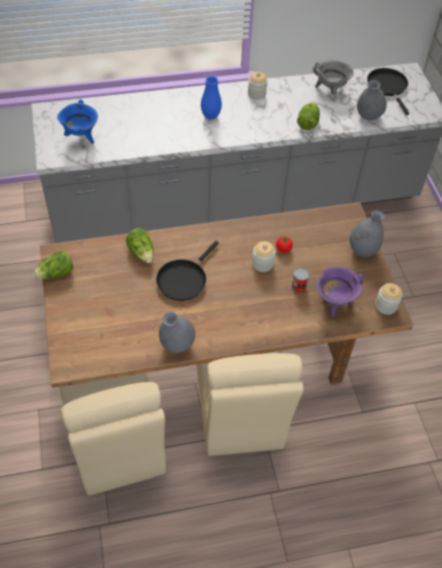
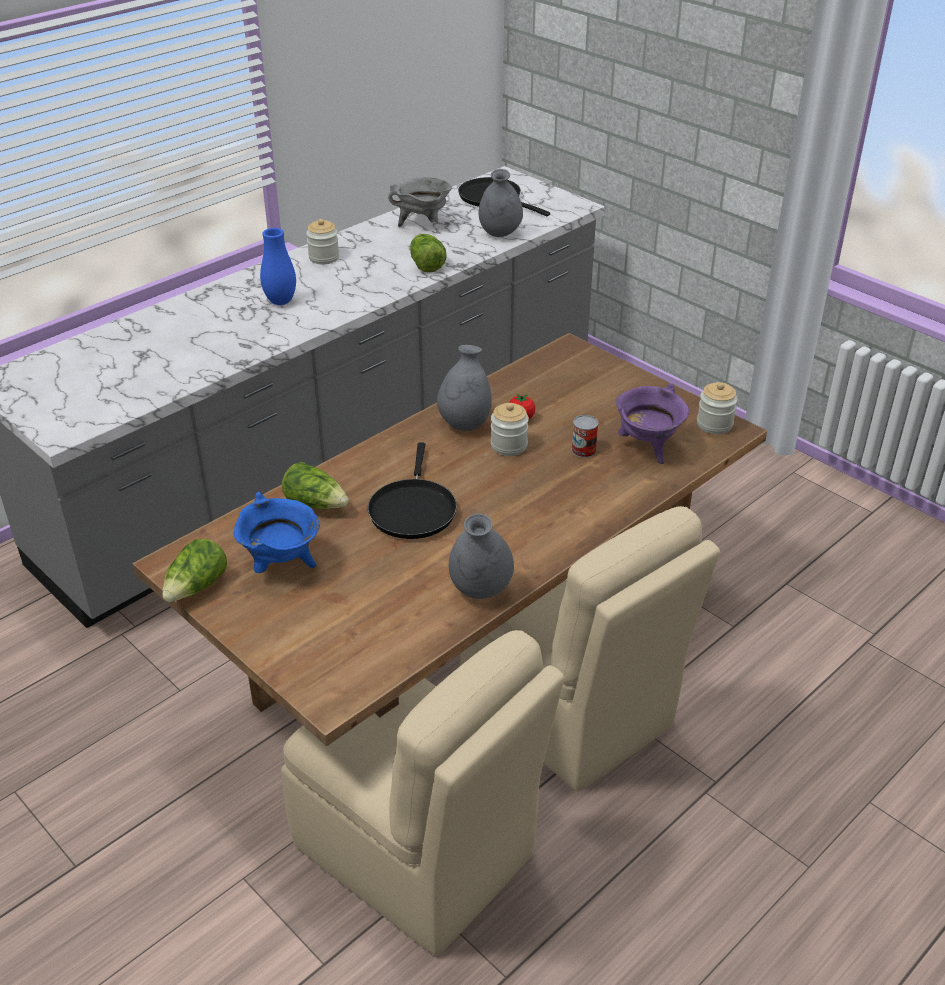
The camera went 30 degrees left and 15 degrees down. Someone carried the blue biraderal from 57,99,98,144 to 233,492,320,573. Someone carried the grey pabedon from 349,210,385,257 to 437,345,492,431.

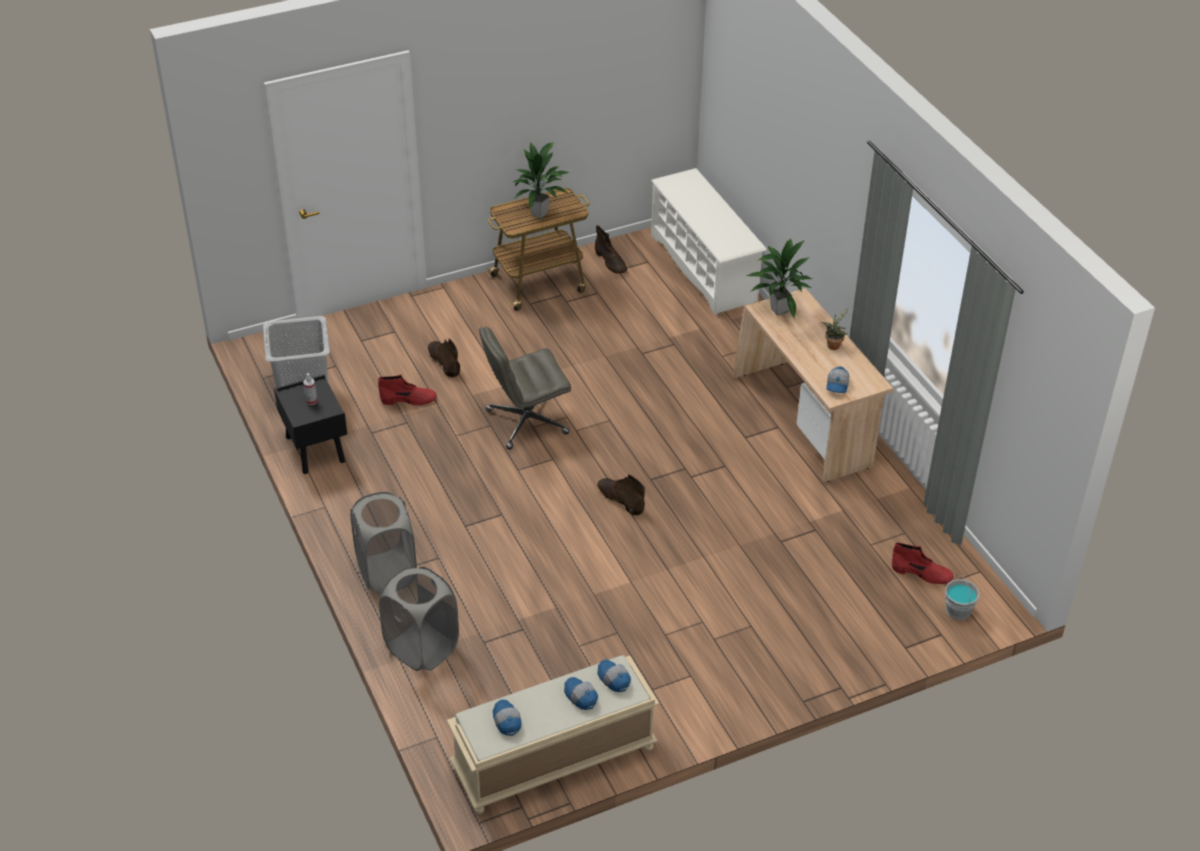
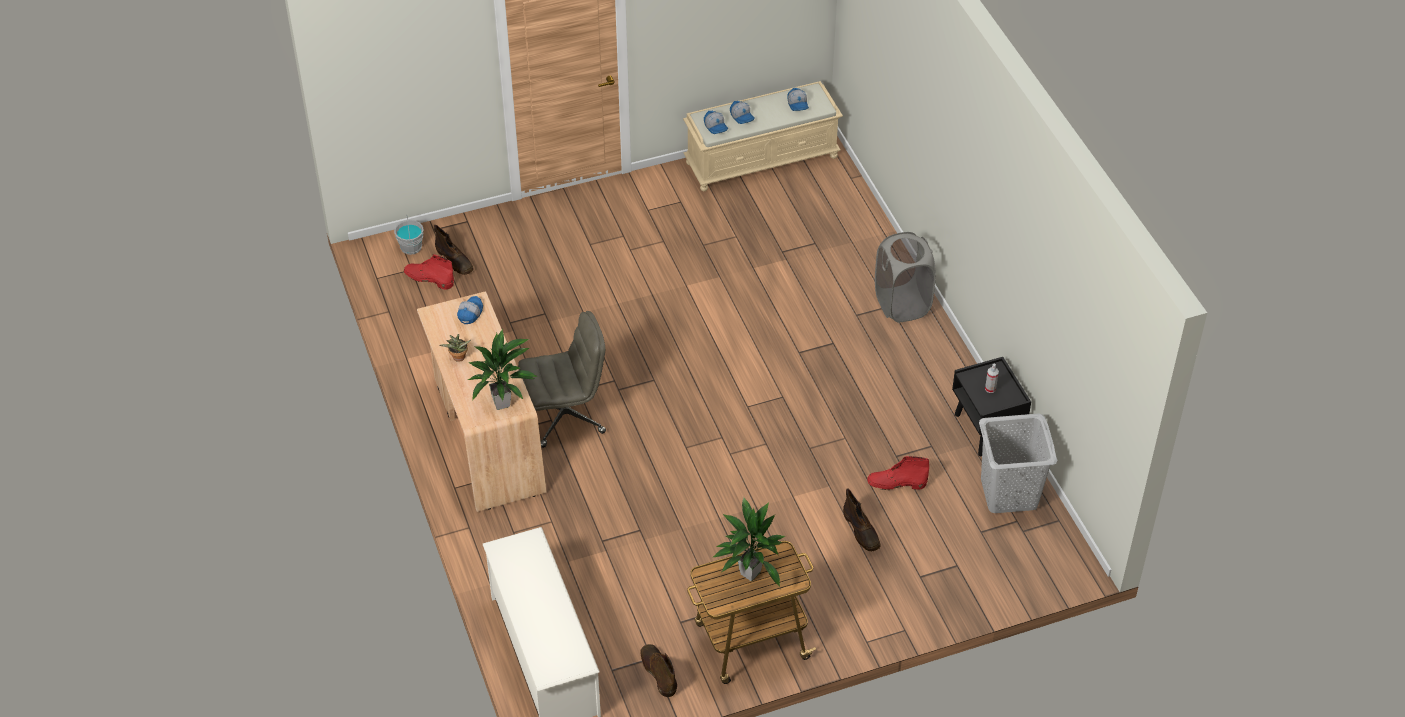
The camera went 175 degrees left and 5 degrees up. Someone took away the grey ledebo at 379,567,459,671. Someone carried the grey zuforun from 479,326,571,450 to 518,311,606,448. Someone carried the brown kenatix from 597,474,645,516 to 434,225,474,275.

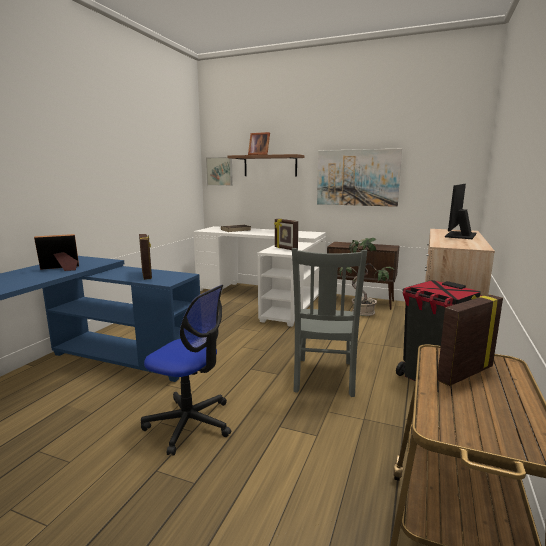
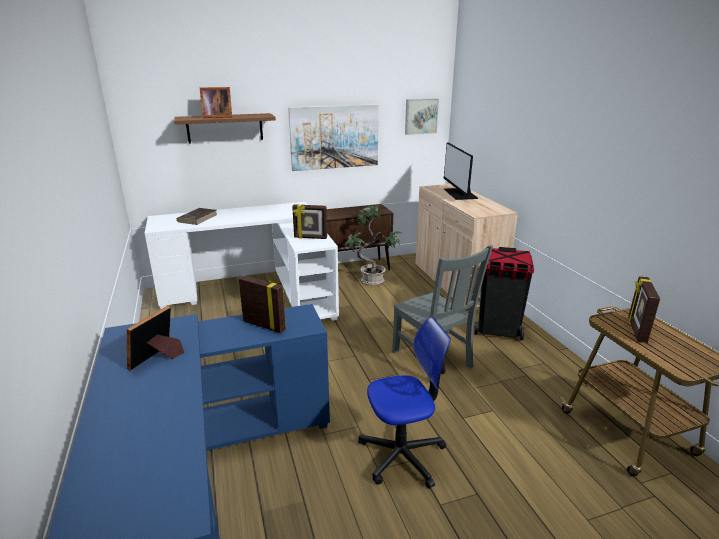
The camera went 40 degrees left and 10 degrees up. Someone carried the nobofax from 206,157,233,186 to 405,98,439,135.

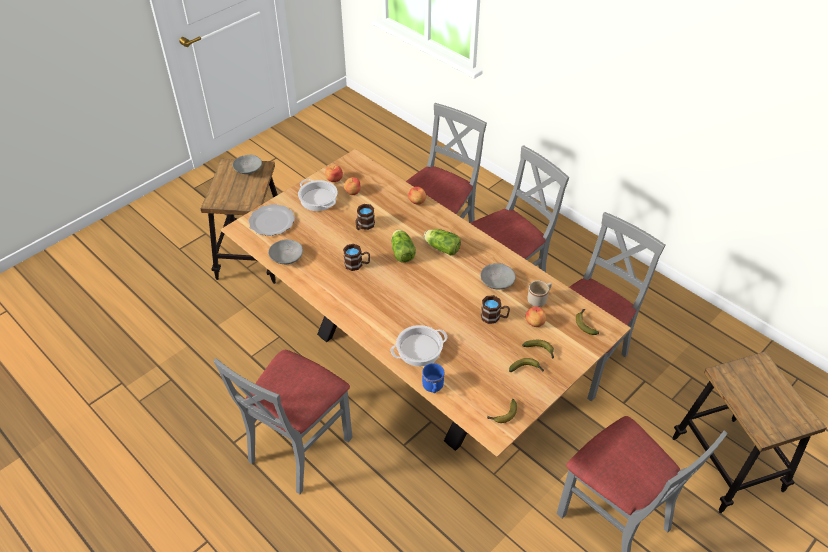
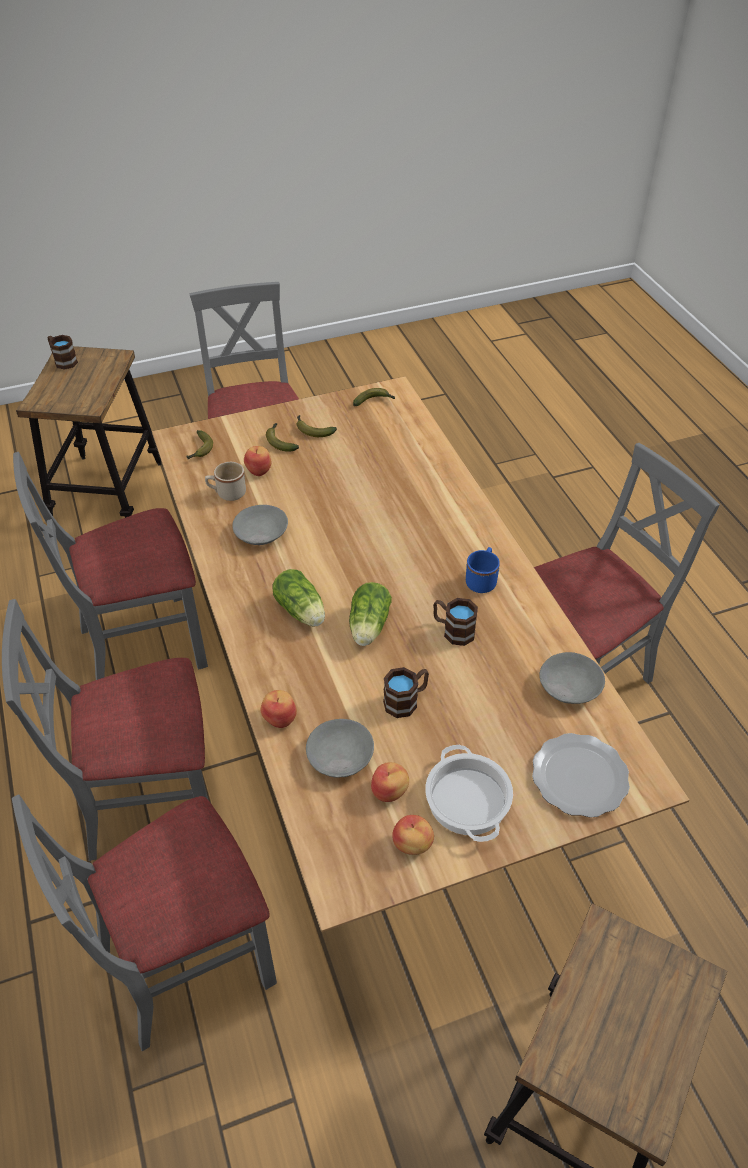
The camera went 155 degrees left and 0 degrees up. Someone carried the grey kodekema from 233,155,262,174 to 306,719,374,778. Someone took away the biraderal at 391,325,447,367. Someone carried the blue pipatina from 422,363,444,393 to 466,547,500,593. Someone carried the brown pipatina from 481,295,510,324 to 48,335,78,370.

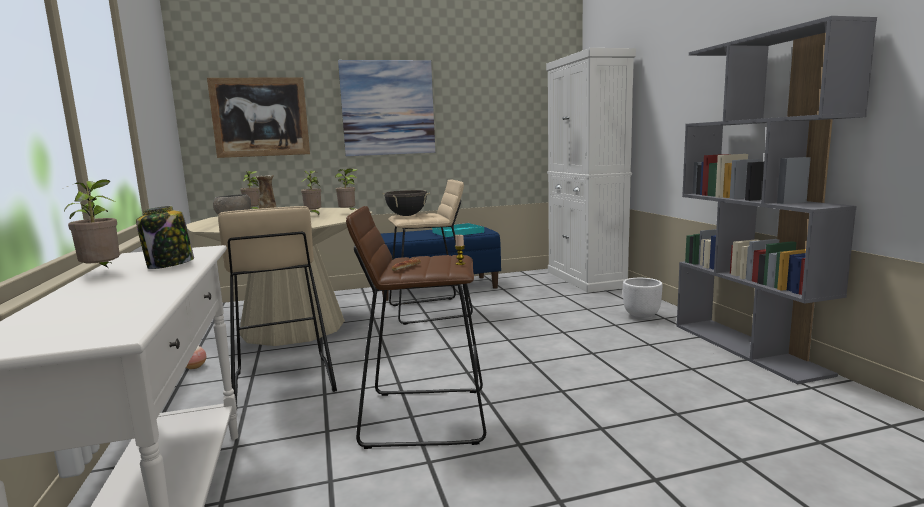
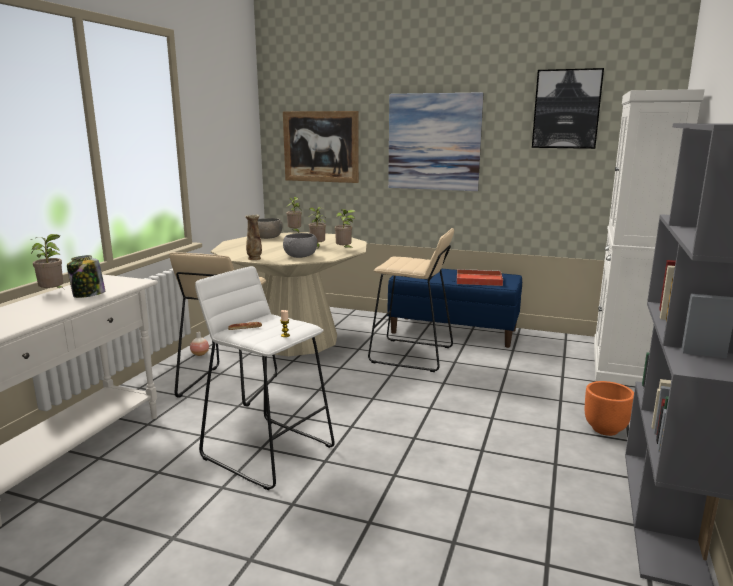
The camera went 35 degrees right and 5 degrees up. Someone repainted the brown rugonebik at 346,206,486,449, which became the white rugonebik at 195,266,335,490. Someone took away the black biraderal at 382,190,430,216. Someone repainted the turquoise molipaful at 432,223,484,237, which became the red molipaful at 457,269,503,286. Someone repainted the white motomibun at 623,278,663,320, which became the orange motomibun at 585,381,634,436. Someone put down the grey kodekema at 283,233,317,258. Someone put up the nobofax at 532,68,604,149.

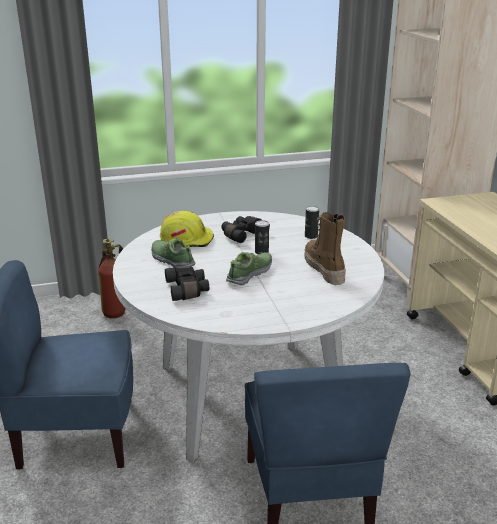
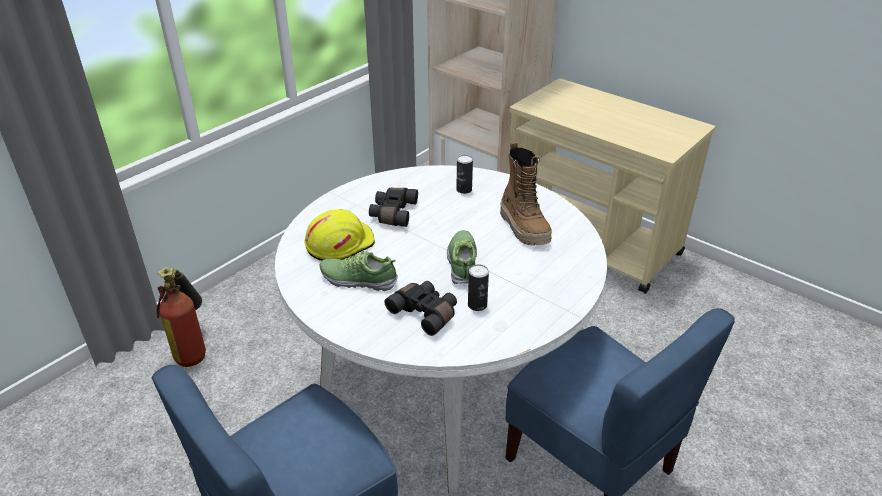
The camera went 35 degrees left and 10 degrees up. Someone carried the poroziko from 255,220,269,255 to 468,264,489,311. Someone rotated the kenatix at 305,212,346,285 by 150 degrees counterclockwise.

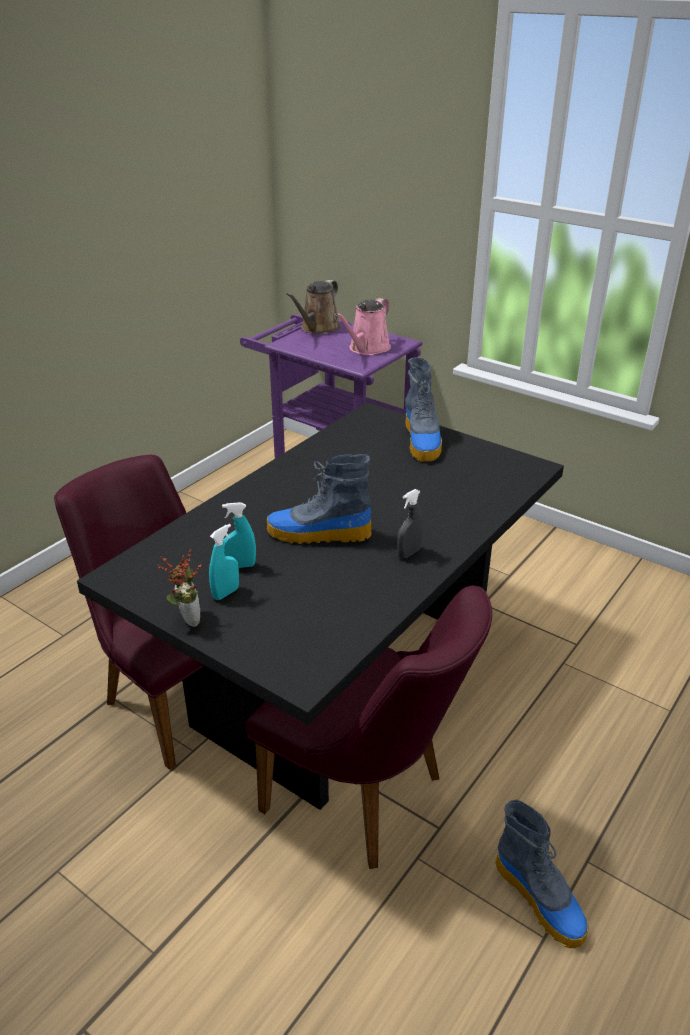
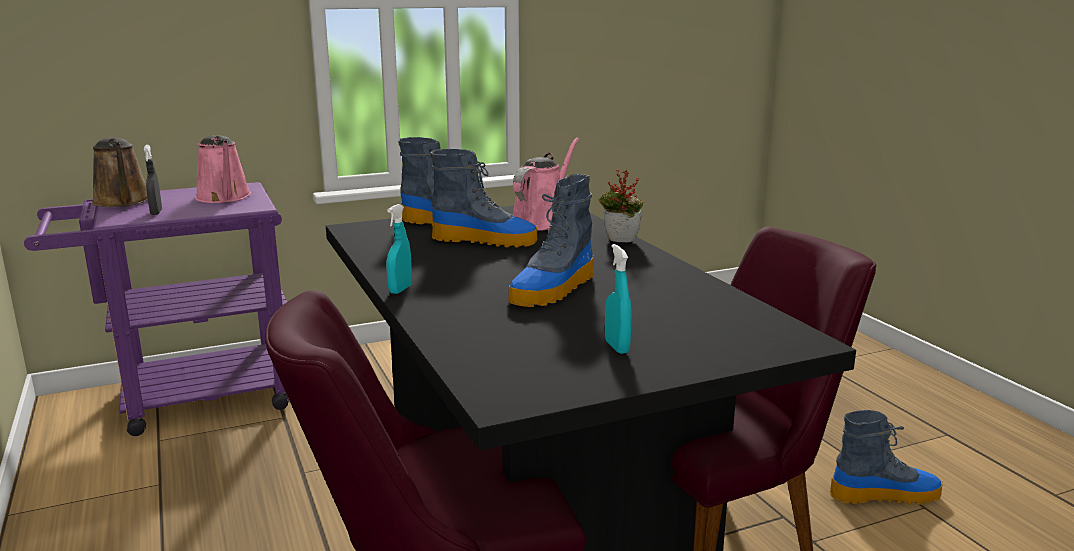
The camera went 60 degrees left and 15 degrees down. Someone carried the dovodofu from 157,549,202,627 to 598,169,644,243. Someone carried the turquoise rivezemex from 222,502,256,568 to 386,204,412,294. Someone carried the grey rivezemex from 397,489,423,558 to 143,145,162,215. Someone put down the kenatix at 431,149,537,247. Someone put down the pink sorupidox at 513,138,579,231.

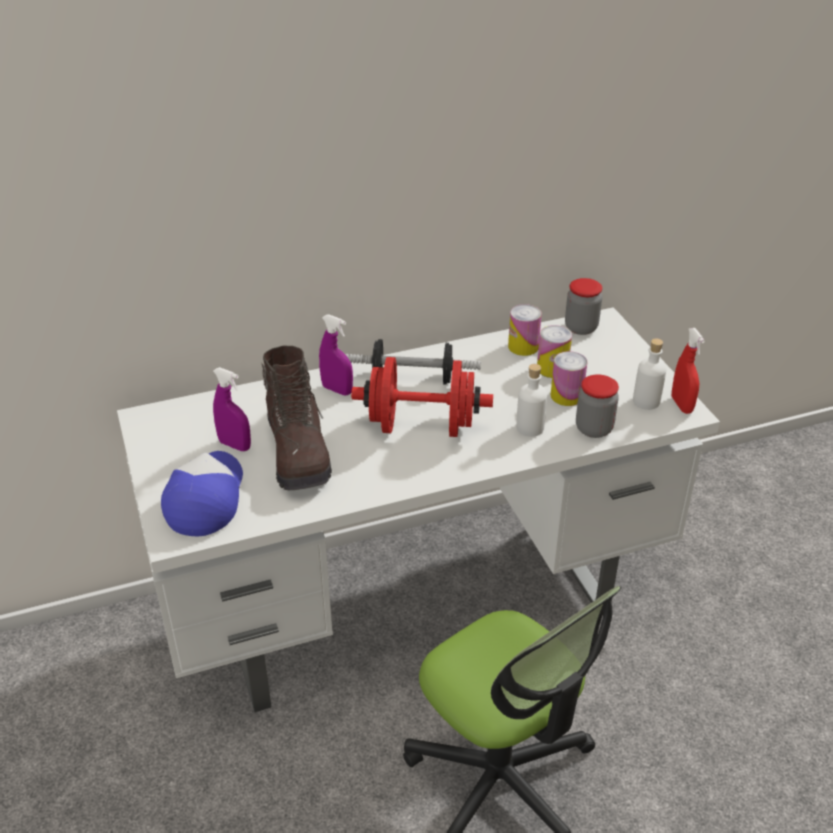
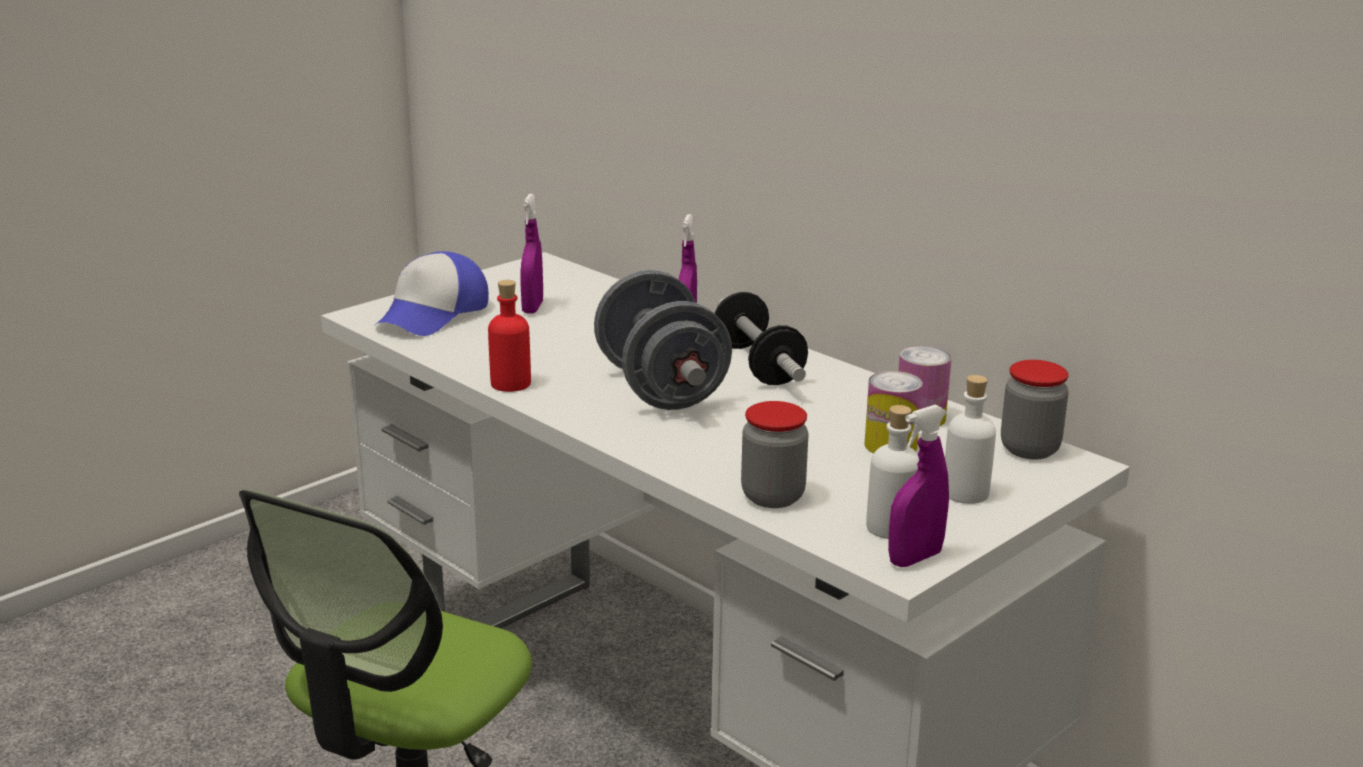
The camera went 65 degrees right and 15 degrees down. Someone rotated the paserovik at 161,451,243,536 by 135 degrees clockwise. Someone took away the brown kenatix at 262,346,332,490. Someone repainted the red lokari at 351,357,493,437, which became the grey lokari at 594,270,732,410. Someone carried the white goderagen from 516,364,547,437 to 945,375,996,504. Someone took away the poroziko at 551,351,587,406. Someone repainted the red rivezemex at 672,328,705,414, which became the purple rivezemex at 888,405,949,567. Someone put down the red goderagen at 488,280,531,392.

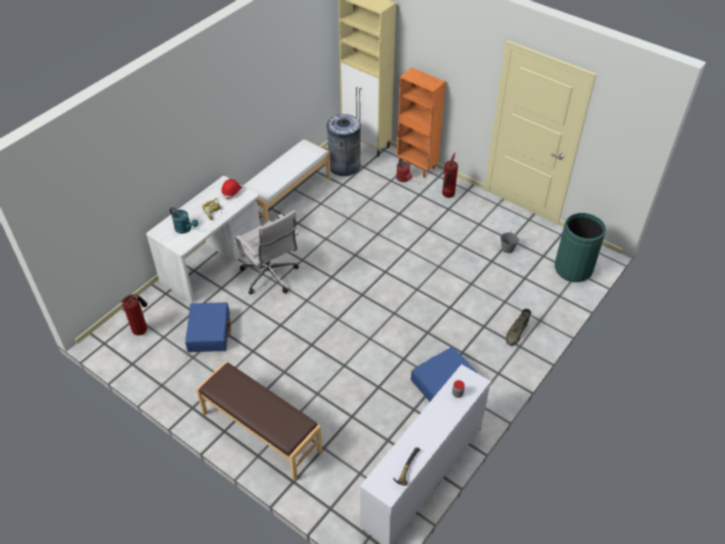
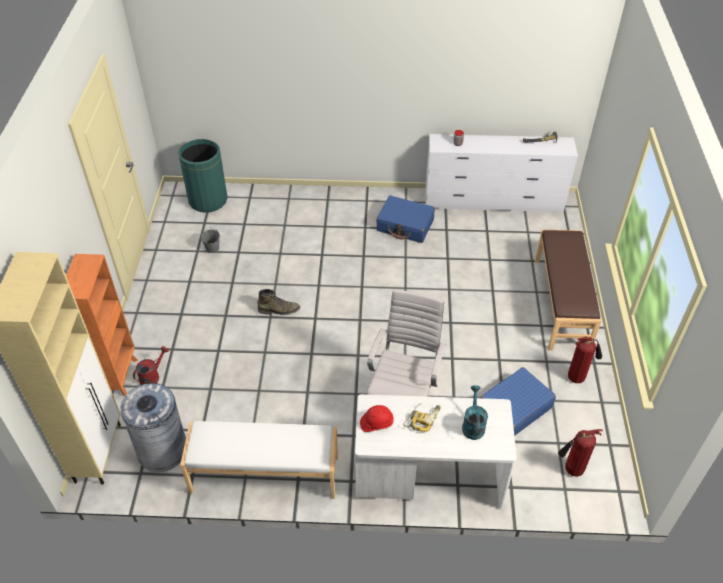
The camera went 125 degrees left and 0 degrees up. Someone carried the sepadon from 442,153,458,198 to 568,337,602,383. Someone carried the green kenatix from 506,309,531,346 to 257,289,300,315.

